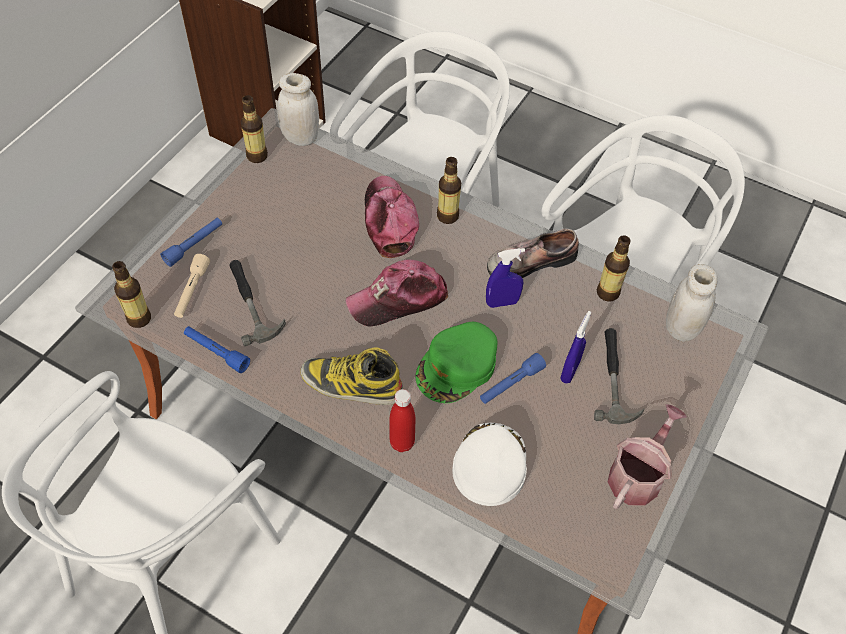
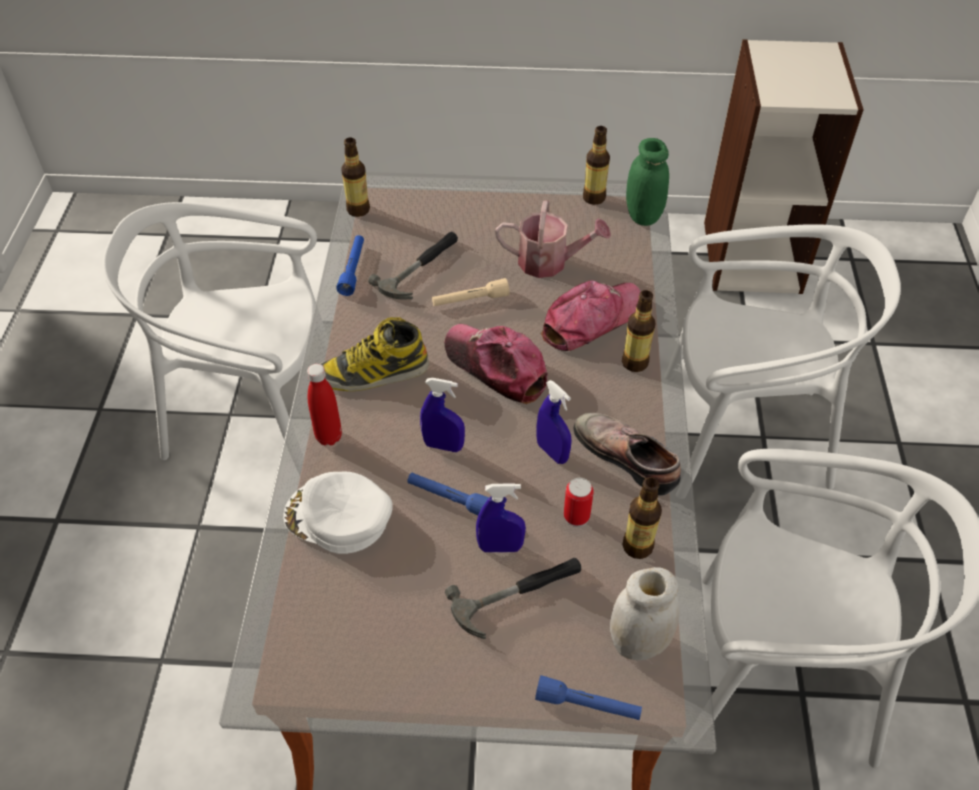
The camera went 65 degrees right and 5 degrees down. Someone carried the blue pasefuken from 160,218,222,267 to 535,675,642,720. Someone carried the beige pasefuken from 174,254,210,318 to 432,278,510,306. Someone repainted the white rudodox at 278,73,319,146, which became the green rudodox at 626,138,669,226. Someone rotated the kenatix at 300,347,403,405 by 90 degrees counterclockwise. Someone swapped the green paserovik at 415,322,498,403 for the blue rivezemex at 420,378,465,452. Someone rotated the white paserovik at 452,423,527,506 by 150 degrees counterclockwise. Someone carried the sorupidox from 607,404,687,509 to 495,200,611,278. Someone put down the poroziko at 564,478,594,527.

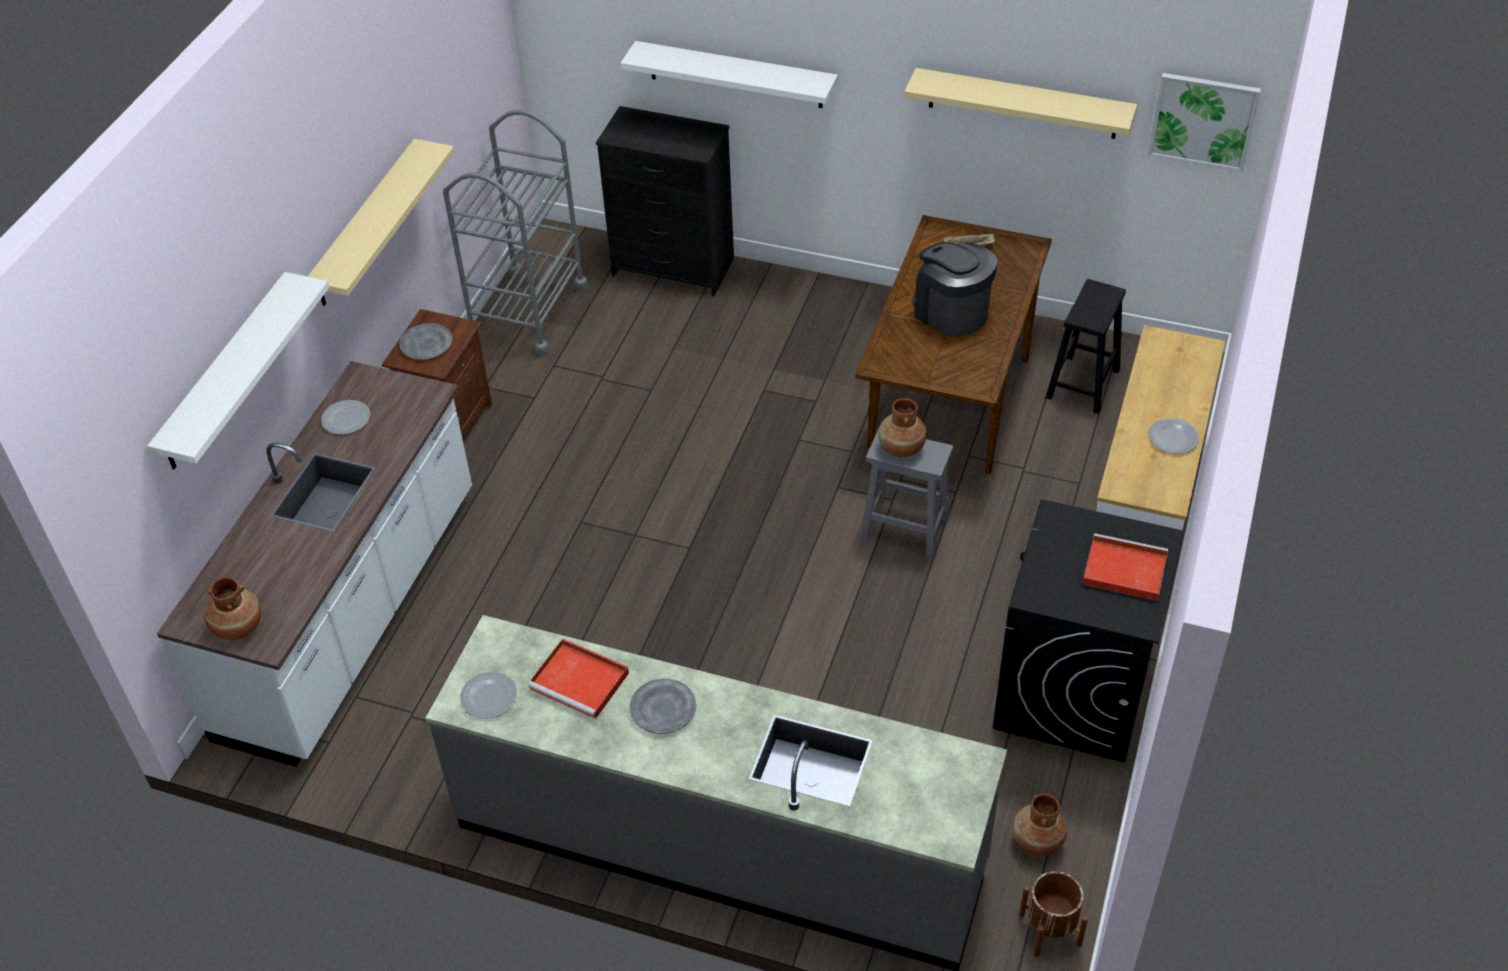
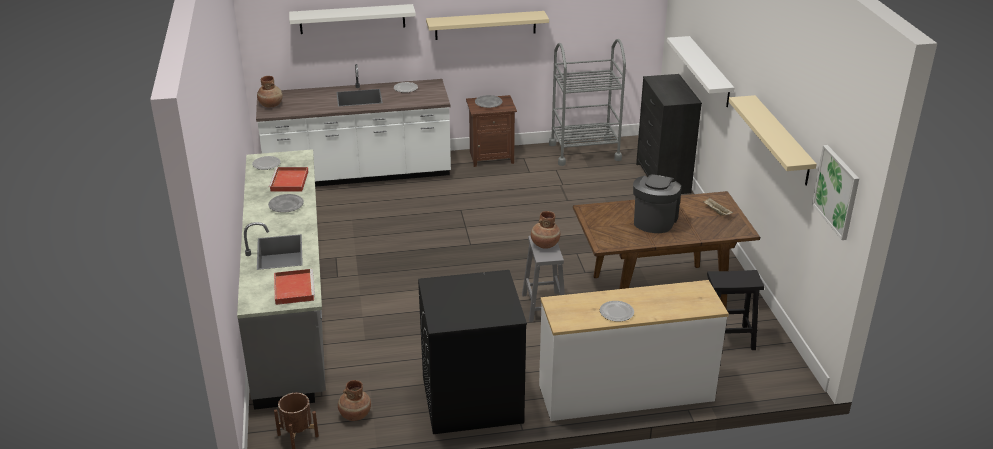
The camera went 60 degrees right and 15 degrees down. Someone carried the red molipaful from 1082,533,1168,601 to 274,269,315,305.

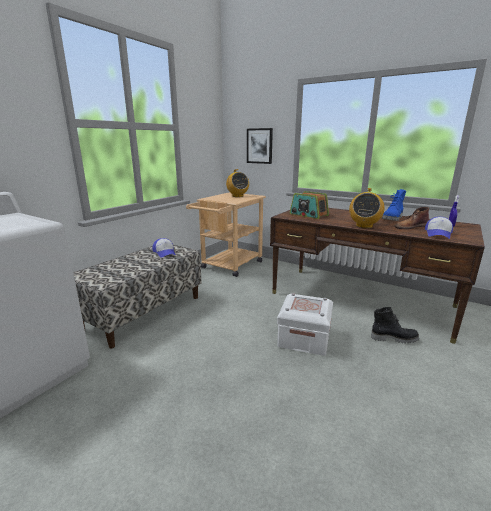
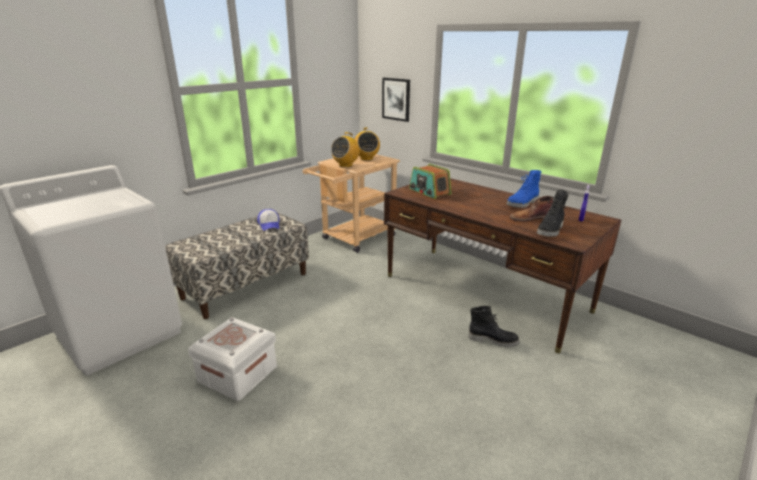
The camera went 10 degrees right and 5 degrees up. Someone carried the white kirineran from 277,293,333,356 to 188,317,277,401. Someone carried the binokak from 349,188,385,228 to 331,132,360,167. Someone swapped the paserovik at 425,217,453,239 for the black kenatix at 537,190,569,237.

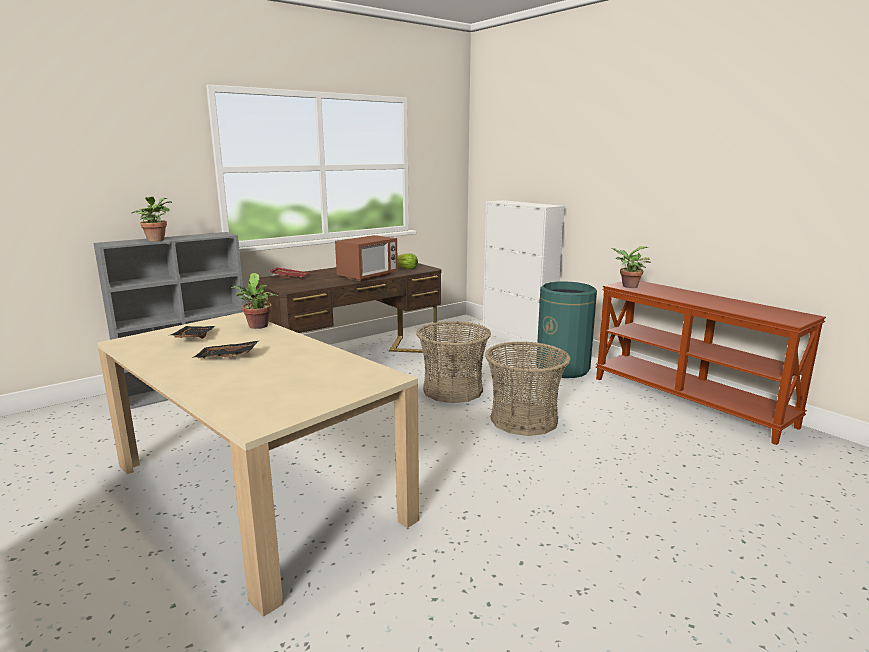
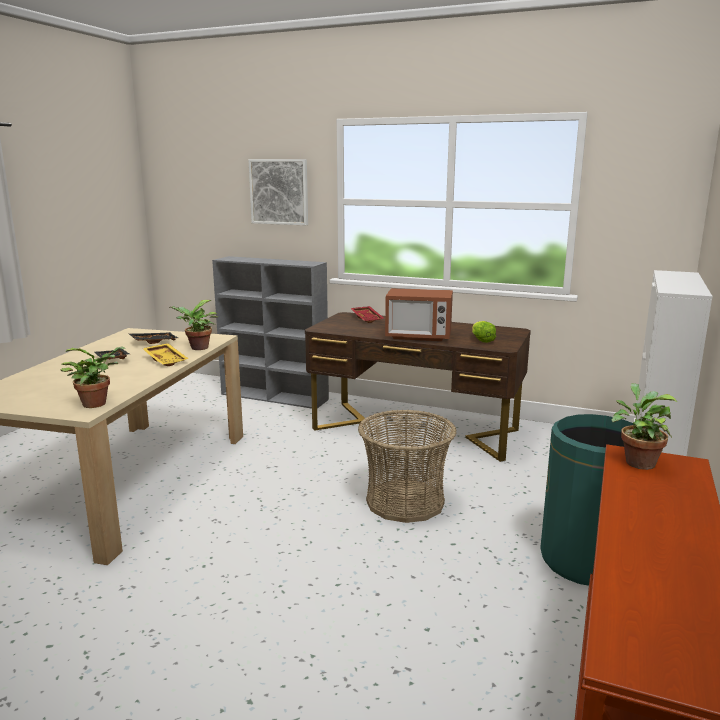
The camera went 60 degrees right and 0 degrees up. Someone carried the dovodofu from 131,196,172,241 to 60,347,125,408. Someone took away the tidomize at 485,342,571,436. Someone put down the yellow molipaful at 142,343,189,366. Someone put up the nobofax at 248,159,308,225.

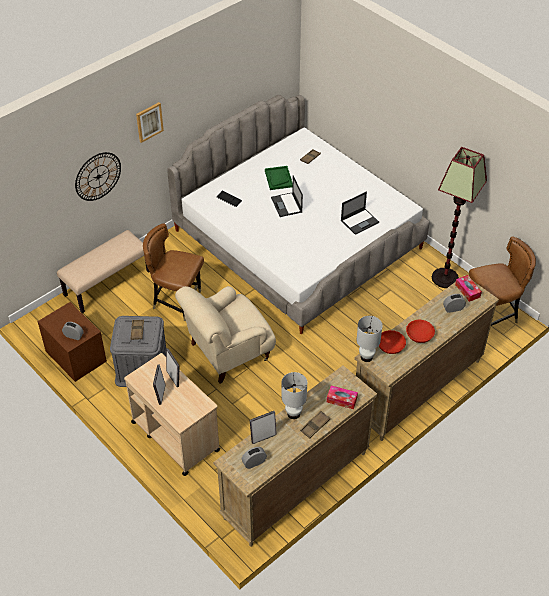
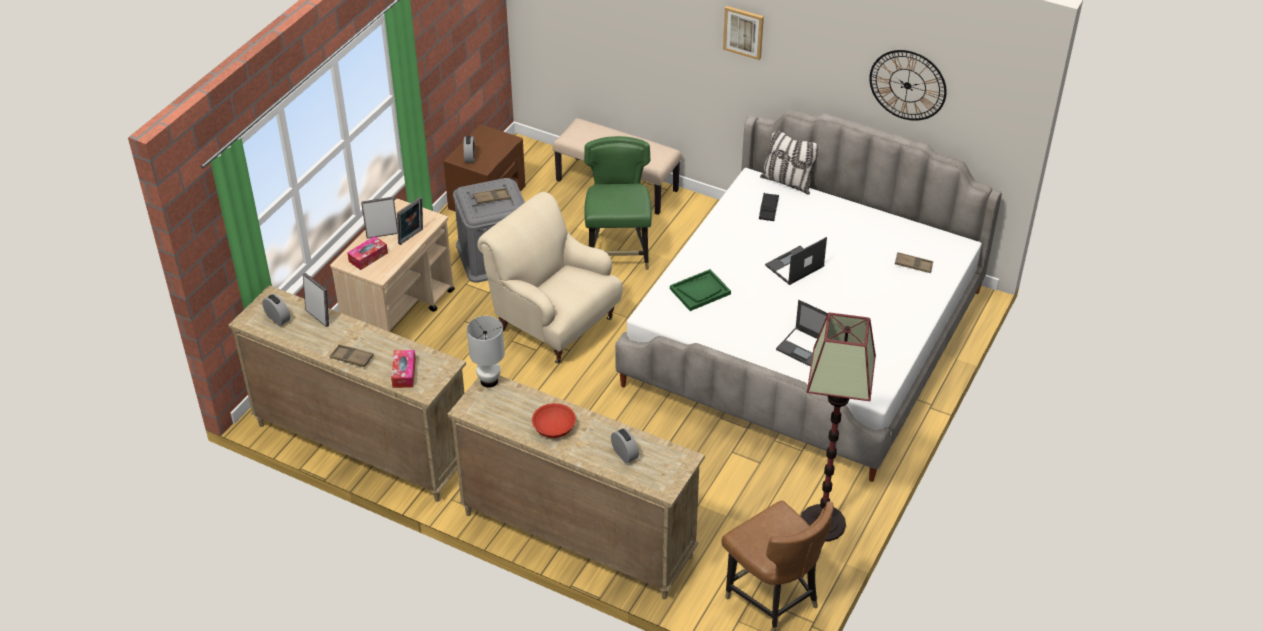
The camera went 70 degrees right and 5 degrees down. Someone carried the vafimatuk from 75,152,121,201 to 869,50,947,121. Someone repainted the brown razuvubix at 143,223,204,321, which became the green razuvubix at 584,136,652,270. Someone carried the green molipaful from 265,166,293,190 to 670,269,731,311. Someone took away the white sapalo at 282,372,307,419. Someone took away the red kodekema at 379,330,406,354. Someone carried the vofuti from 455,275,482,302 to 347,236,388,270. Someone put down the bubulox at 760,126,819,194.

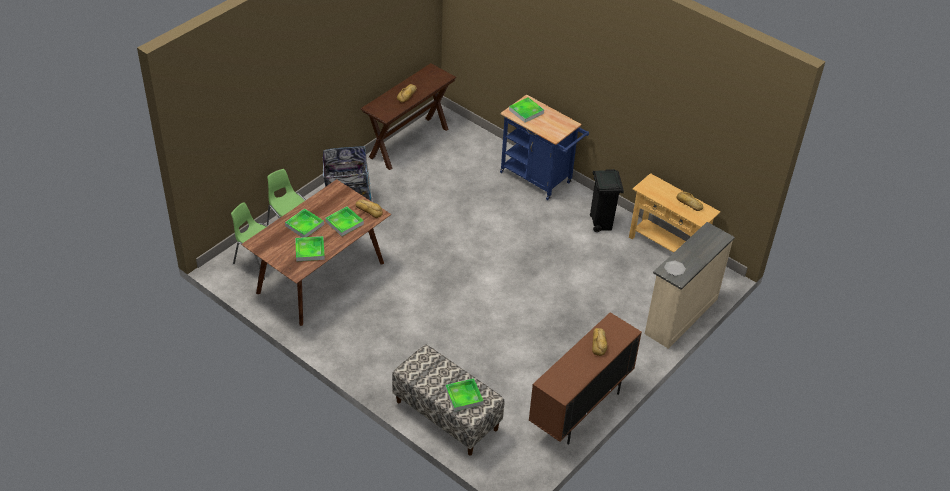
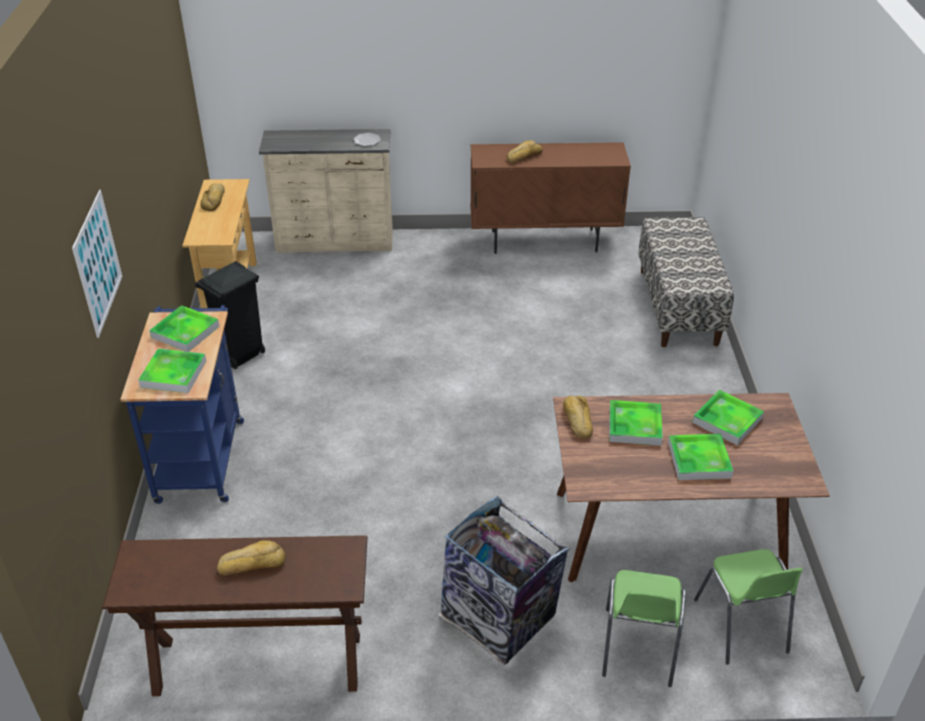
The camera went 130 degrees left and 5 degrees down. Someone carried the molipaful from 445,378,483,412 to 149,305,220,352. Someone put up the nobofax at 72,190,123,338.

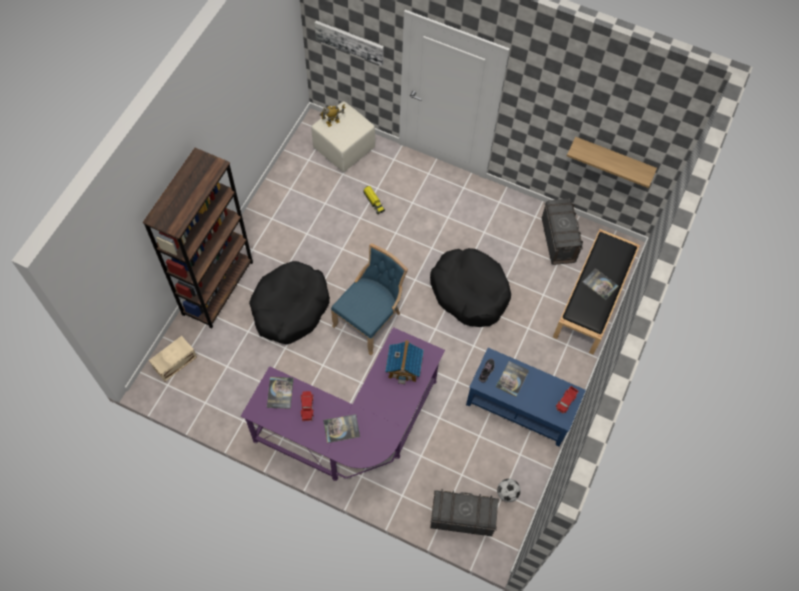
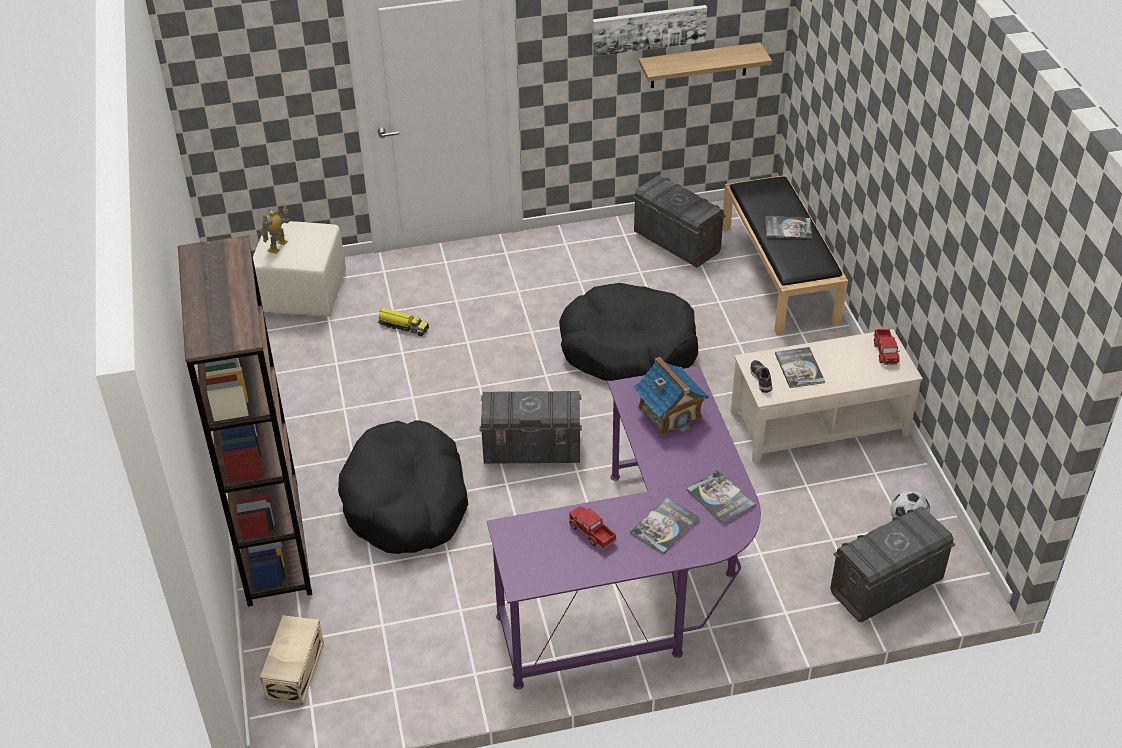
The camera went 35 degrees left and 20 degrees down. Someone carried the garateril from 267,377,294,409 to 687,470,756,524. Someone carried the nobofax from 315,20,384,65 to 592,5,707,57. Someone swapped the blue razuvubix at 331,243,408,355 for the grey kirineran at 480,391,582,464. Someone repainted the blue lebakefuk at 466,348,586,447, which became the beige lebakefuk at 731,329,923,464.

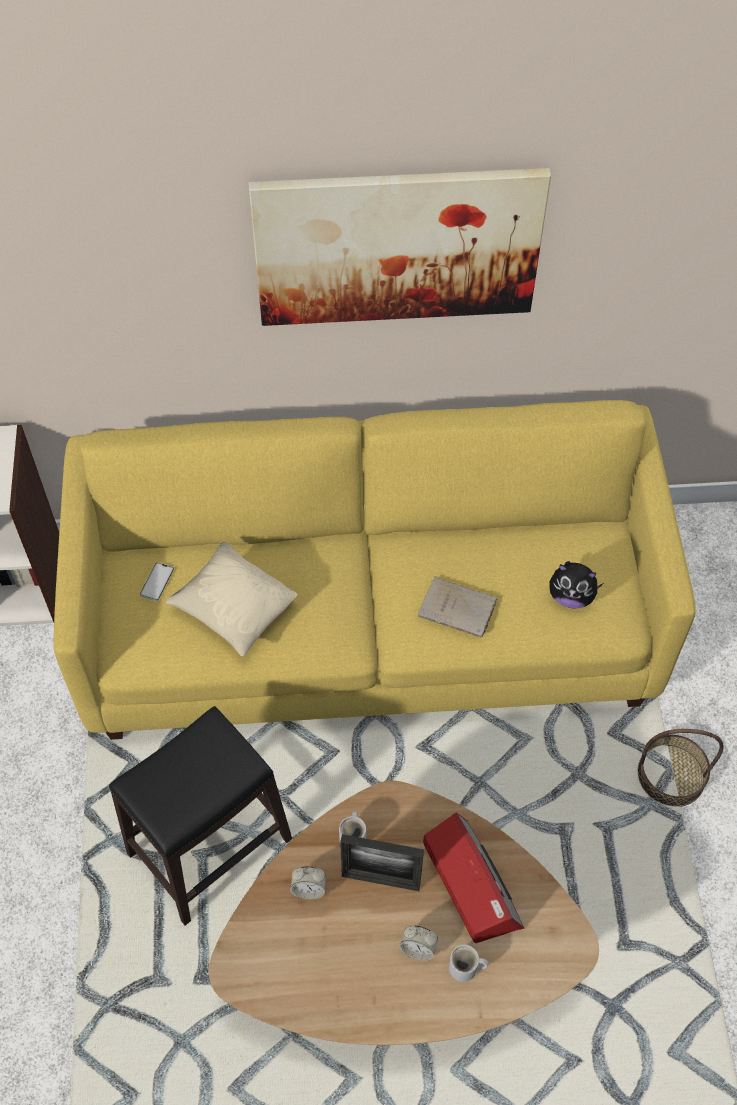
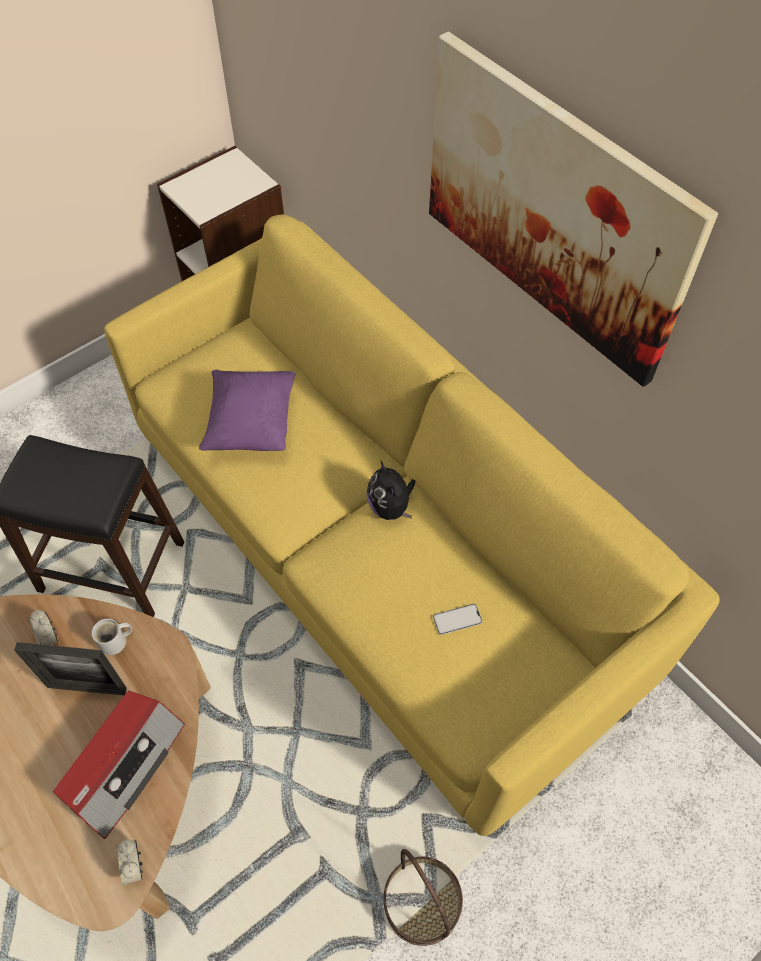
The camera went 55 degrees right and 0 degrees up. Someone carried the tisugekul from 140,562,174,601 to 433,604,482,635. Someone repainted the beige bubulox at 165,542,298,657, which became the purple bubulox at 199,370,295,451. Someone rotated the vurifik at 340,834,424,891 by 60 degrees counterclockwise. Someone carried the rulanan from 399,925,438,961 to 116,839,143,886. Someone took away the beige garateril at 418,576,497,637. Someone took away the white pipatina at 449,945,488,982. Someone carried the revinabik from 549,561,603,609 to 366,460,415,520.

